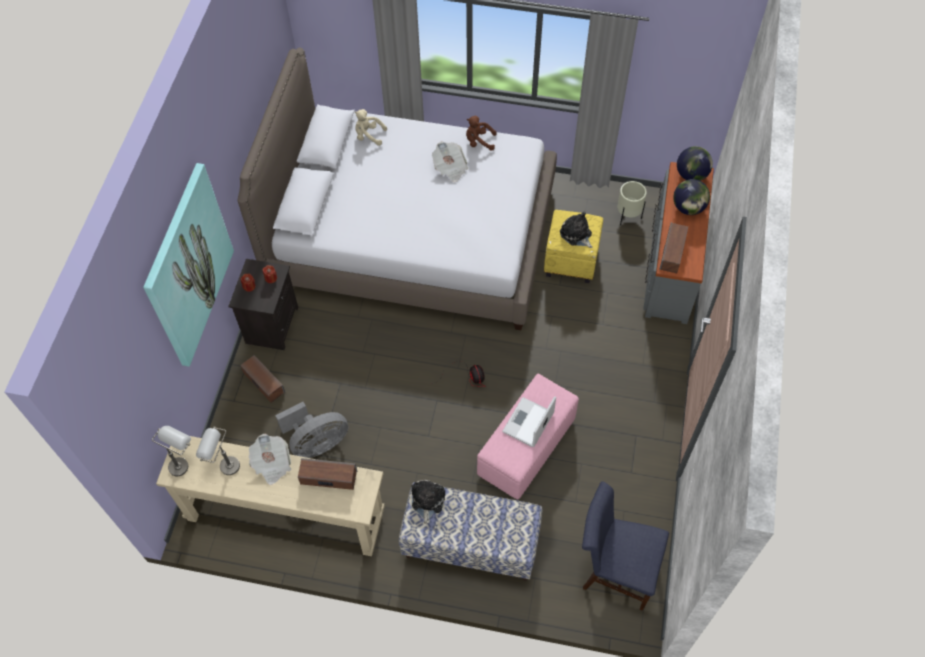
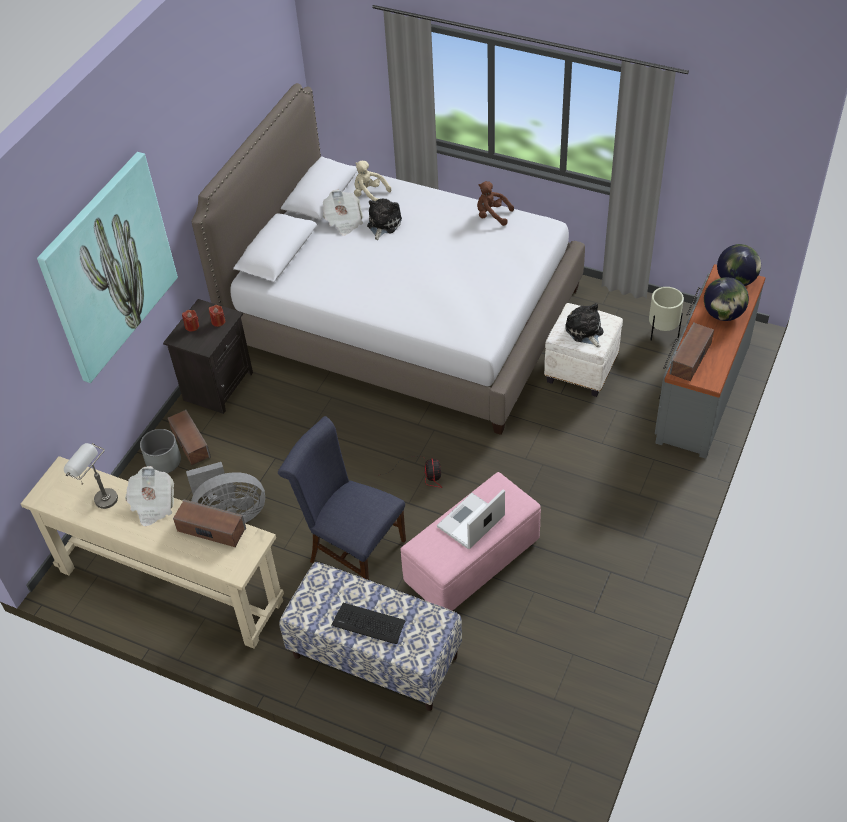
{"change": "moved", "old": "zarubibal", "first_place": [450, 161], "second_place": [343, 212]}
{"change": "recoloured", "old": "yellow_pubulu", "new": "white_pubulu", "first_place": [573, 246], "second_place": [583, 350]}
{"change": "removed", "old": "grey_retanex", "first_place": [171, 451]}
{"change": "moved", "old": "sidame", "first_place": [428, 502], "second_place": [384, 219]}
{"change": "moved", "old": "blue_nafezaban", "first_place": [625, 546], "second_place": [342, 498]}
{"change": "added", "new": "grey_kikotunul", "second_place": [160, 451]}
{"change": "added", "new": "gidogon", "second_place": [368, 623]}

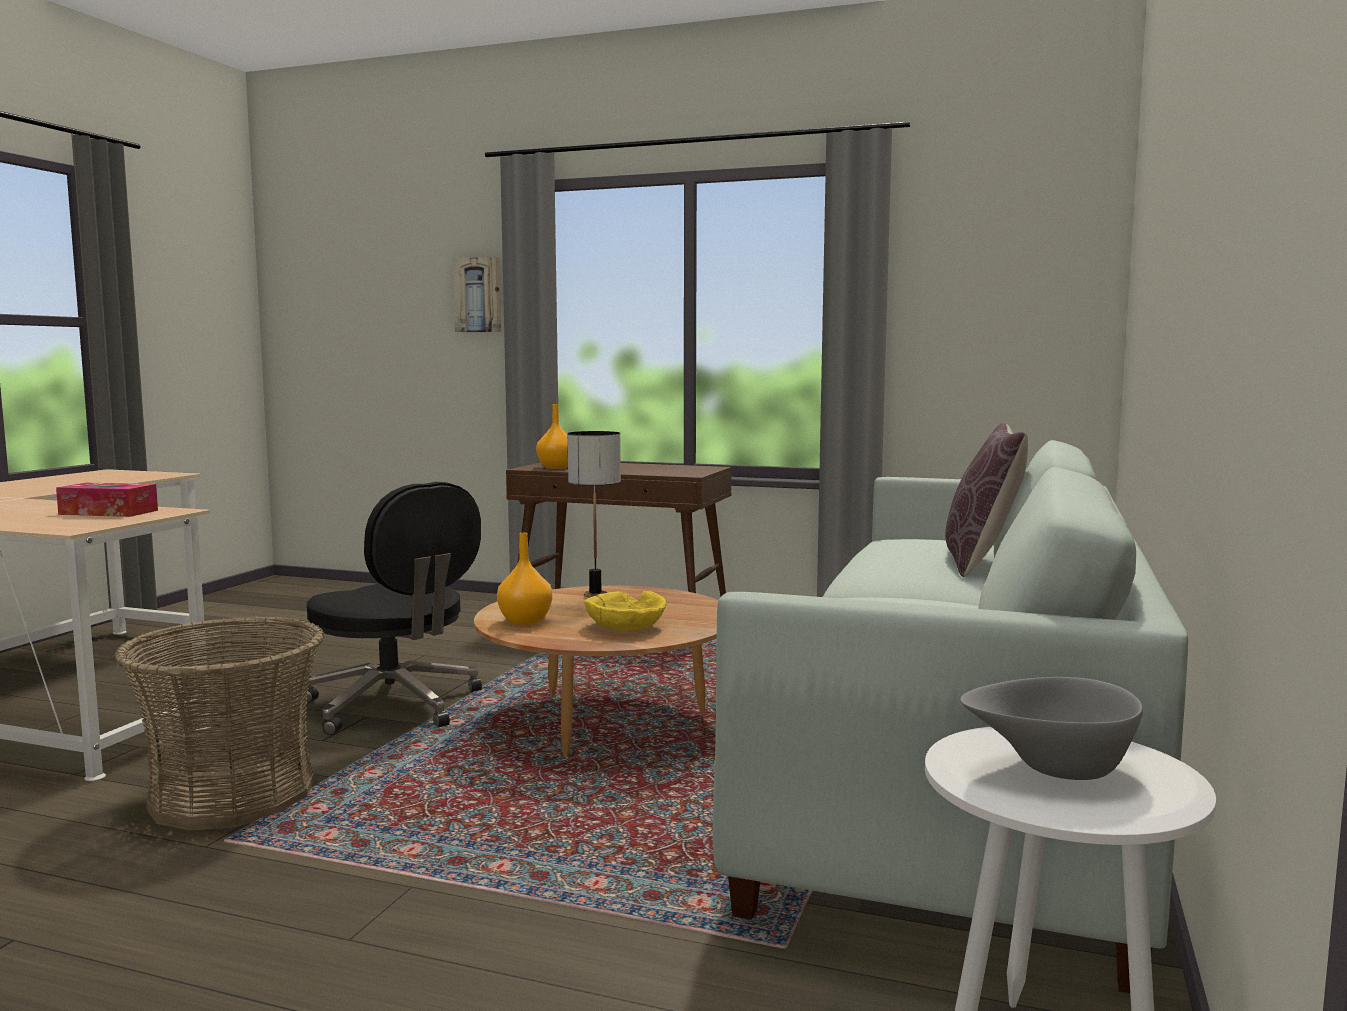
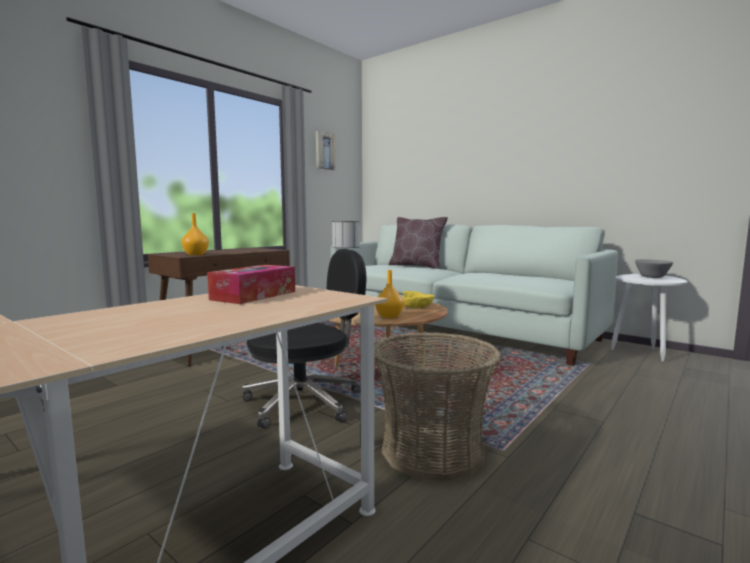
{"change": "moved", "old": "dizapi", "first_place": [477, 294], "second_place": [326, 150]}

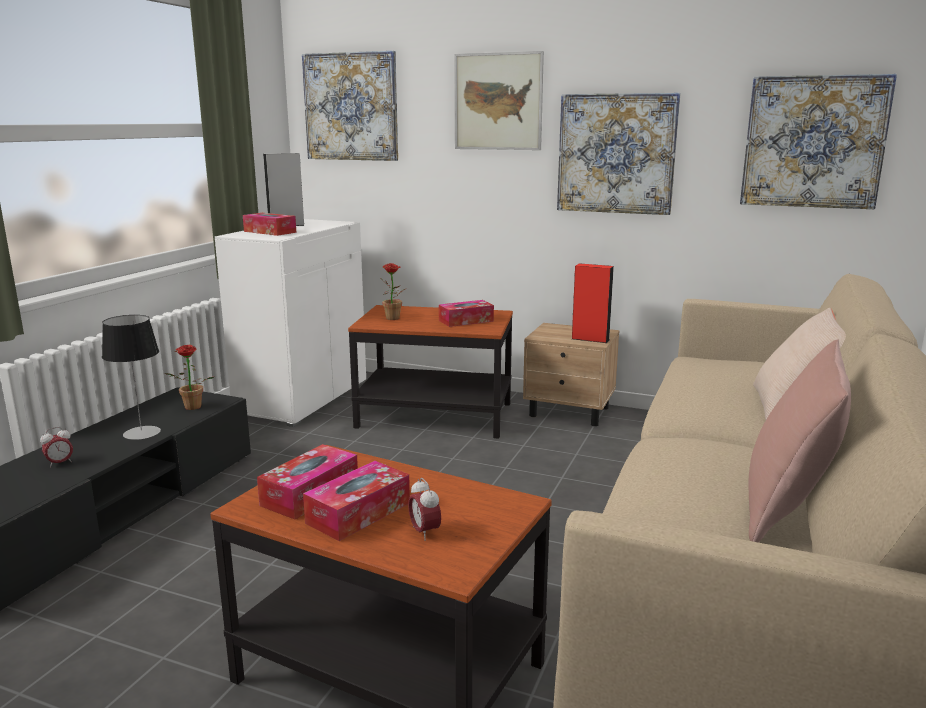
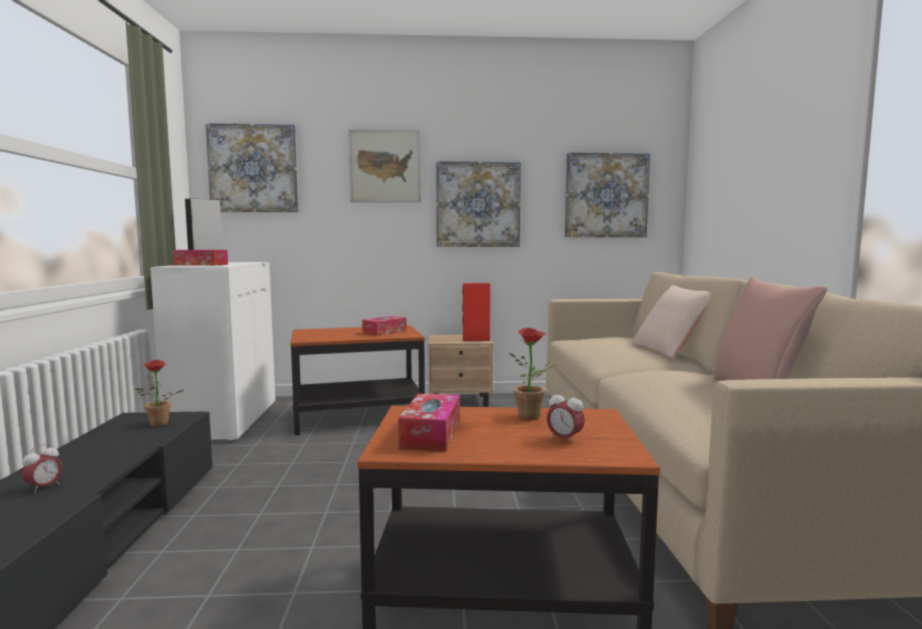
{"change": "moved", "old": "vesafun", "first_place": [392, 291], "second_place": [533, 374]}
{"change": "removed", "old": "retanex", "first_place": [131, 377]}
{"change": "removed", "old": "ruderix", "first_place": [356, 501]}

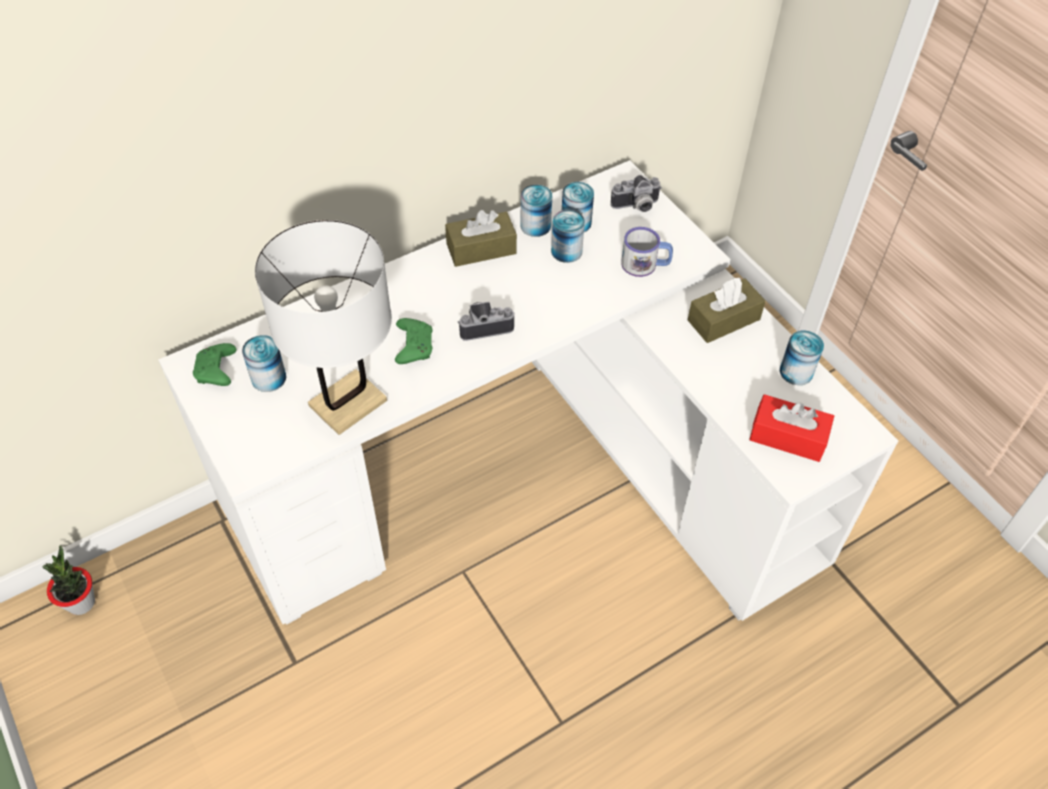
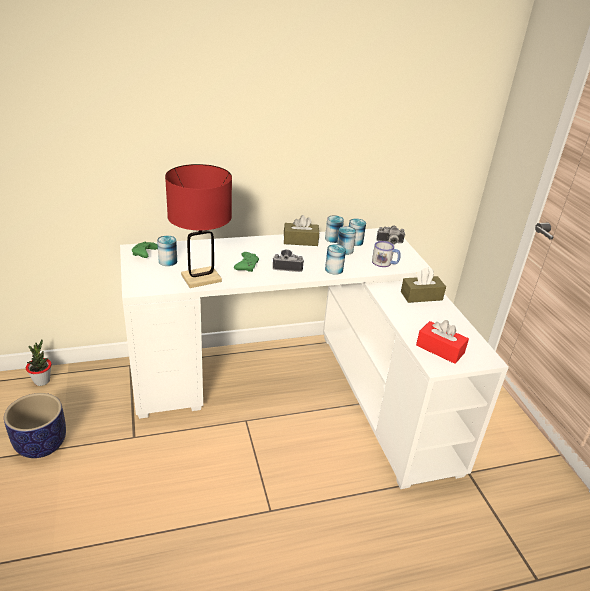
{"change": "recoloured", "old": "white_retanex", "new": "red_retanex", "first_place": [323, 327], "second_place": [198, 226]}
{"change": "moved", "old": "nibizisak", "first_place": [802, 357], "second_place": [335, 259]}
{"change": "added", "new": "kikotunul", "second_place": [35, 425]}

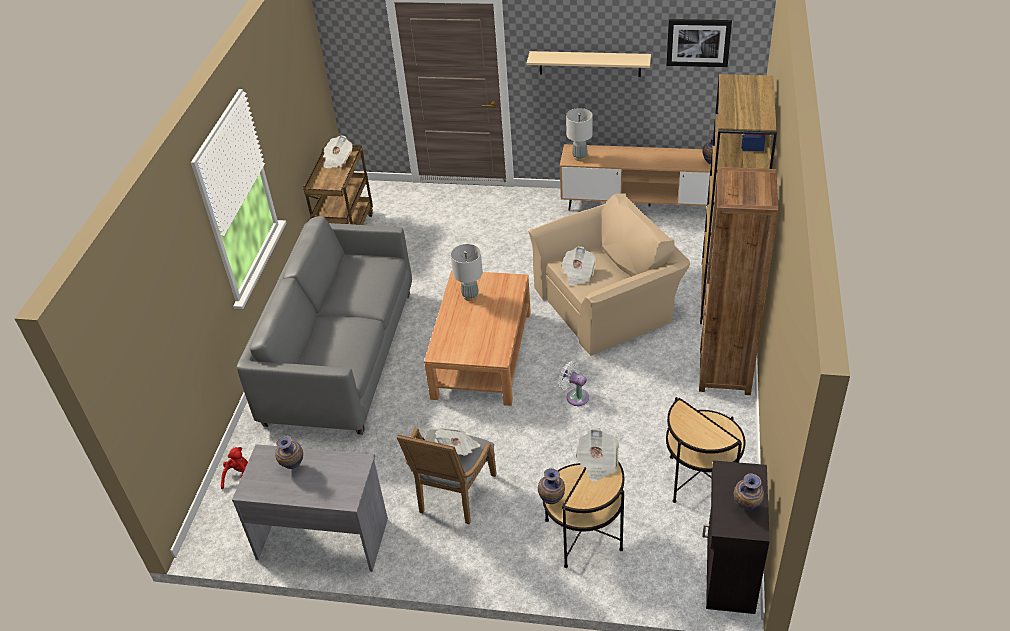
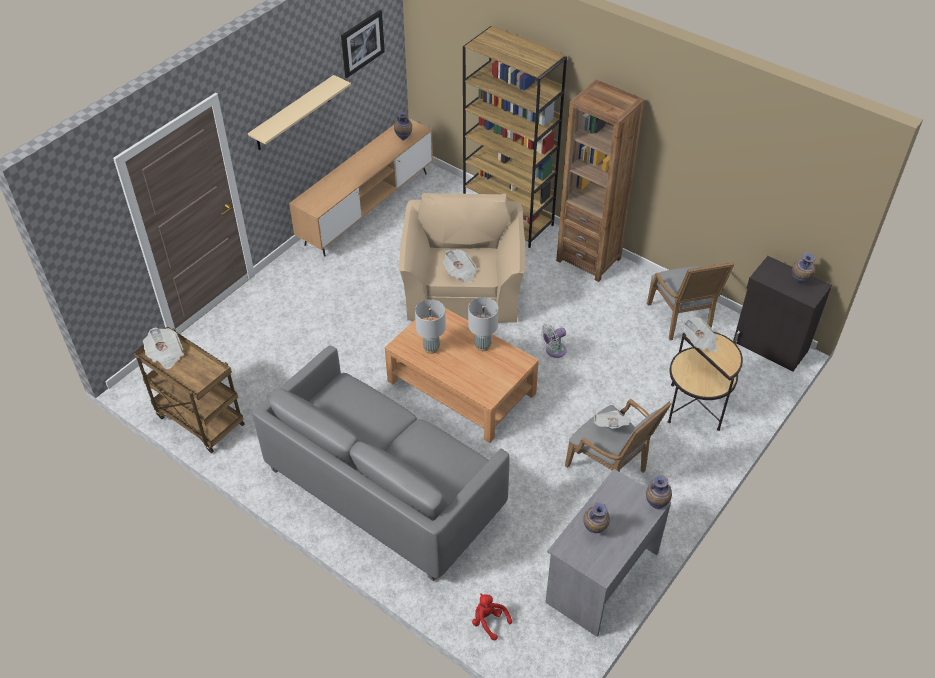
{"change": "moved", "old": "grey_retanex", "first_place": [579, 134], "second_place": [483, 324]}
{"change": "replaced", "old": "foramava", "new": "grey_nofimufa", "first_place": [705, 450], "second_place": [691, 301]}
{"change": "moved", "old": "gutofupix", "first_place": [551, 486], "second_place": [659, 492]}

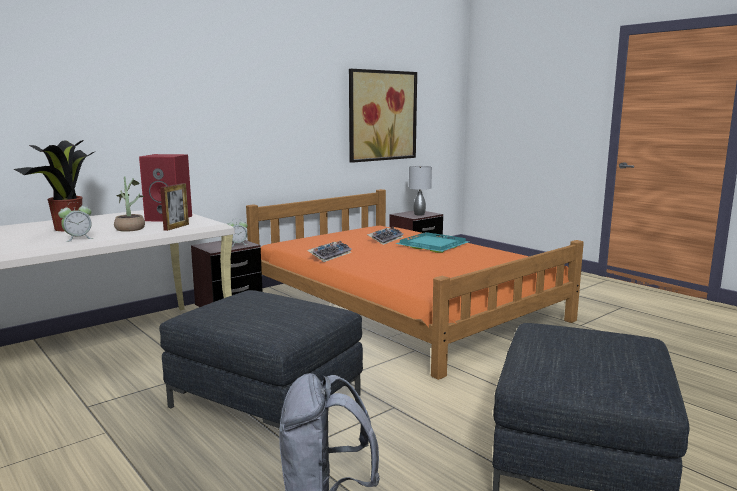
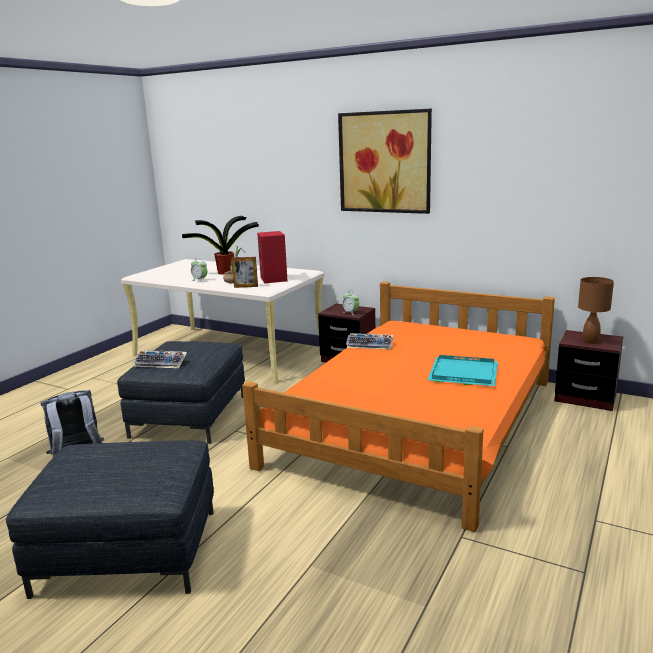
{"change": "moved", "old": "dizapi", "first_place": [383, 116], "second_place": [385, 161]}
{"change": "recoloured", "old": "grey_retanex", "new": "brown_retanex", "first_place": [420, 191], "second_place": [596, 310]}
{"change": "moved", "old": "gidogon", "first_place": [385, 236], "second_place": [160, 359]}

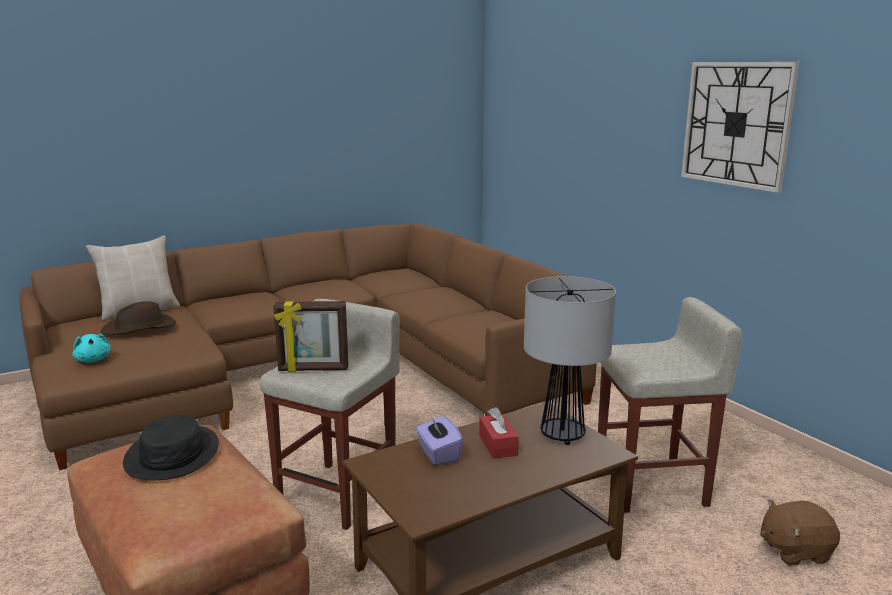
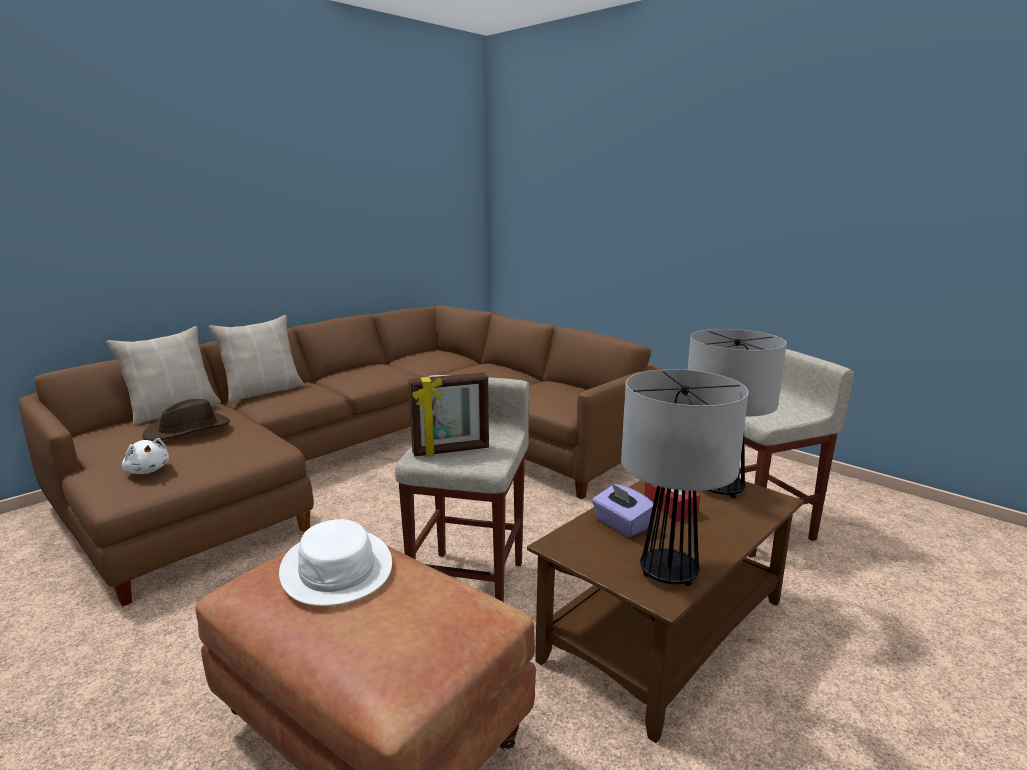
{"change": "removed", "old": "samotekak", "first_place": [740, 127]}
{"change": "recoloured", "old": "turquoise_sidame", "new": "white_sidame", "first_place": [91, 348], "second_place": [145, 456]}
{"change": "recoloured", "old": "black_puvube", "new": "white_puvube", "first_place": [171, 447], "second_place": [335, 562]}
{"change": "removed", "old": "brown_sidame", "first_place": [800, 532]}
{"change": "added", "new": "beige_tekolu", "second_place": [256, 359]}
{"change": "added", "new": "retanex", "second_place": [685, 477]}

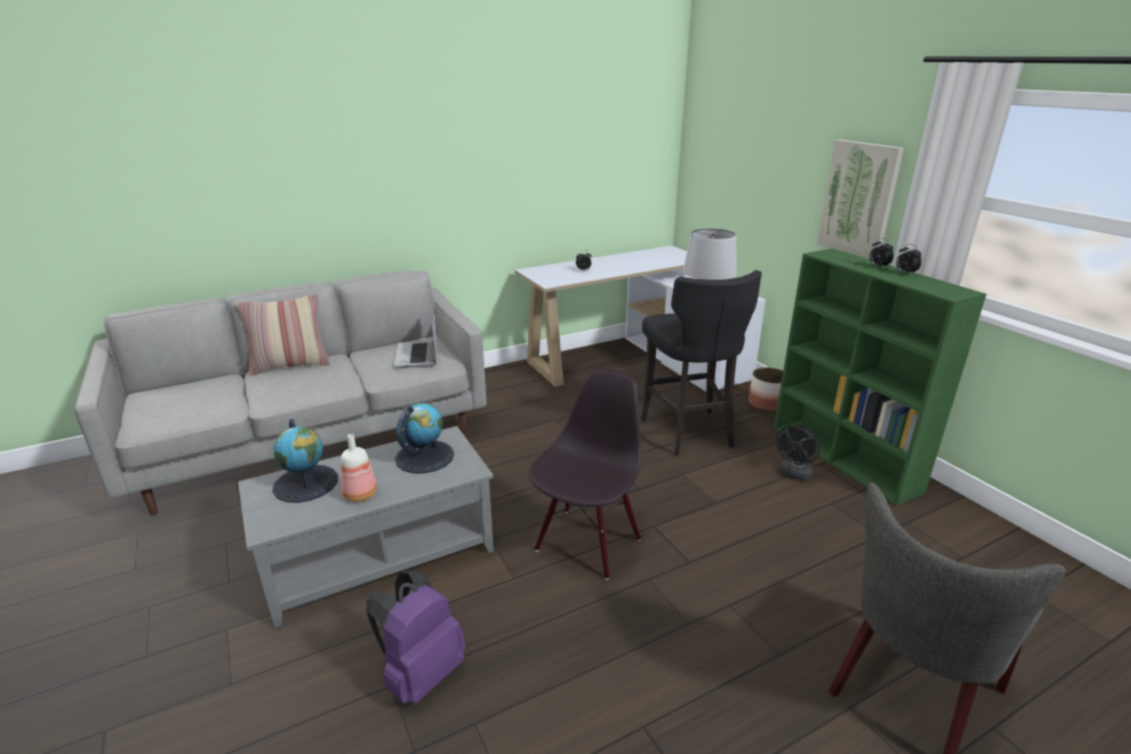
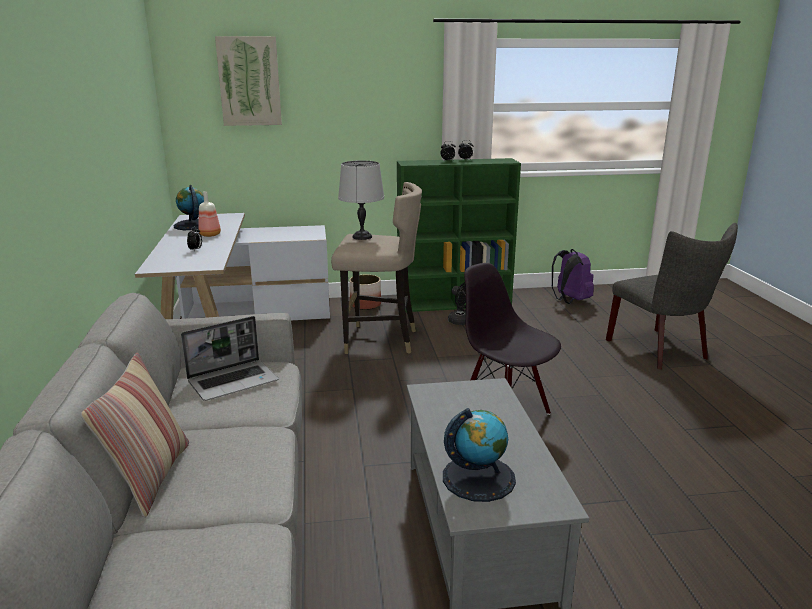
{"change": "moved", "old": "dizapi", "first_place": [860, 199], "second_place": [248, 81]}
{"change": "recoloured", "old": "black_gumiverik", "new": "beige_gumiverik", "first_place": [702, 363], "second_place": [376, 268]}
{"change": "turned", "old": "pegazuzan", "first_place": [415, 337], "second_place": [229, 358], "degrees": -45}
{"change": "moved", "old": "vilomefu", "first_place": [424, 438], "second_place": [188, 207]}
{"change": "moved", "old": "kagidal", "first_place": [359, 468], "second_place": [209, 214]}
{"change": "moved", "old": "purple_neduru", "first_place": [415, 637], "second_place": [573, 276]}

